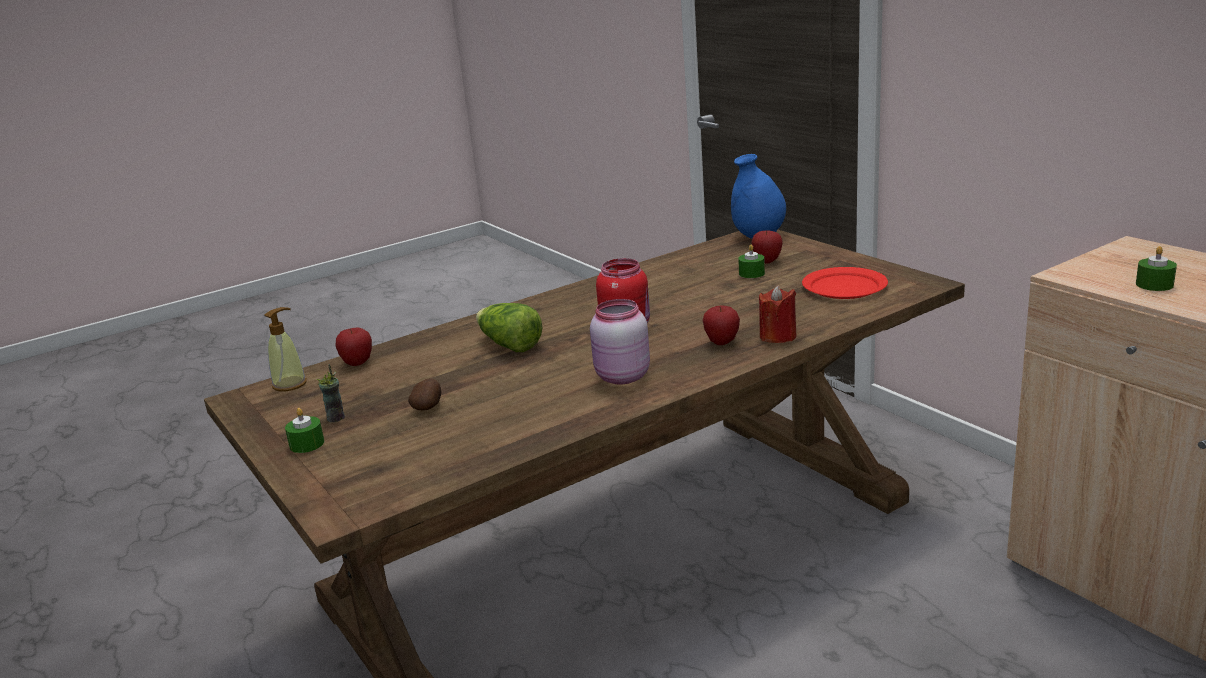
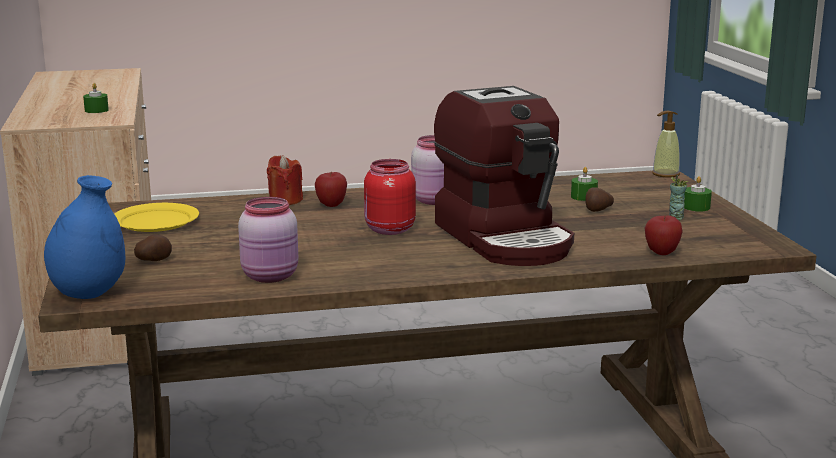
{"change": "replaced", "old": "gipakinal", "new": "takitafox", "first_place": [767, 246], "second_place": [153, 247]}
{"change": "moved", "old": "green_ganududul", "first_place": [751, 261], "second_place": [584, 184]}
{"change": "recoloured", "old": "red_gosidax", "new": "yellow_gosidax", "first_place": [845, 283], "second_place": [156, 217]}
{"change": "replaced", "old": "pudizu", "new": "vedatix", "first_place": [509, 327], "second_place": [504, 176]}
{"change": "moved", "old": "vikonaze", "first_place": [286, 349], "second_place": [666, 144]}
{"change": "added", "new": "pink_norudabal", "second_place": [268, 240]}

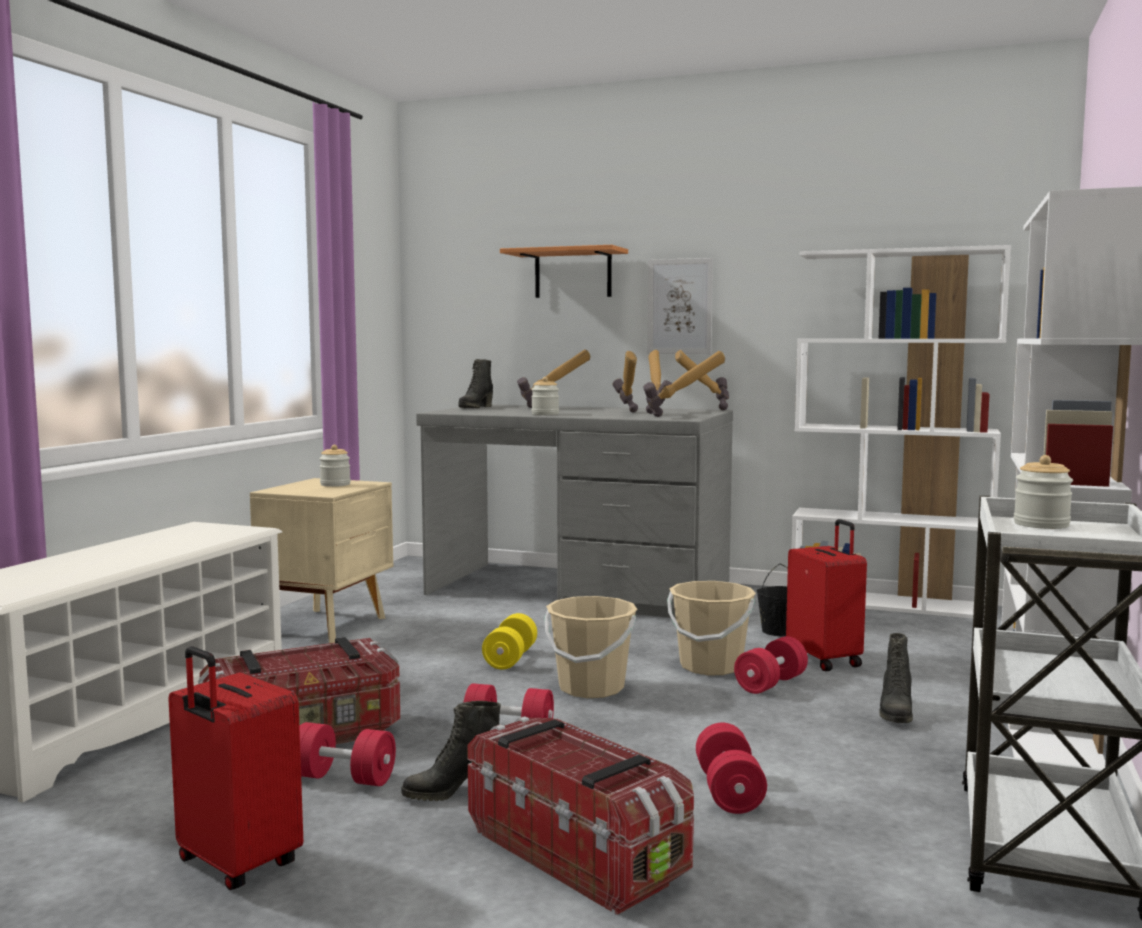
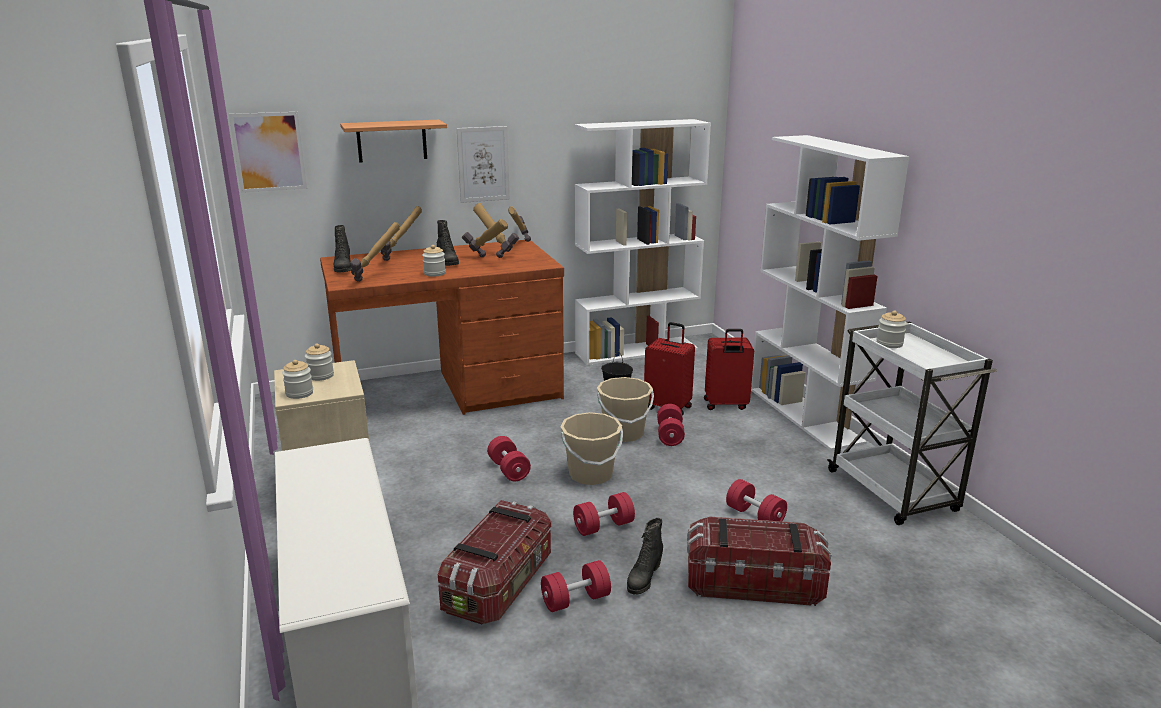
{"change": "moved", "old": "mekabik", "first_place": [684, 384], "second_place": [375, 252]}
{"change": "recoloured", "old": "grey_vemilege", "new": "brown_vemilege", "first_place": [574, 511], "second_place": [442, 327]}
{"change": "recoloured", "old": "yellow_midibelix", "new": "red_midibelix", "first_place": [509, 641], "second_place": [509, 459]}
{"change": "moved", "old": "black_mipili", "first_place": [896, 678], "second_place": [448, 243]}
{"change": "moved", "old": "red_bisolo", "first_place": [235, 768], "second_place": [729, 369]}
{"change": "added", "new": "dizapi", "second_place": [268, 152]}
{"change": "added", "new": "norudabal", "second_place": [297, 379]}

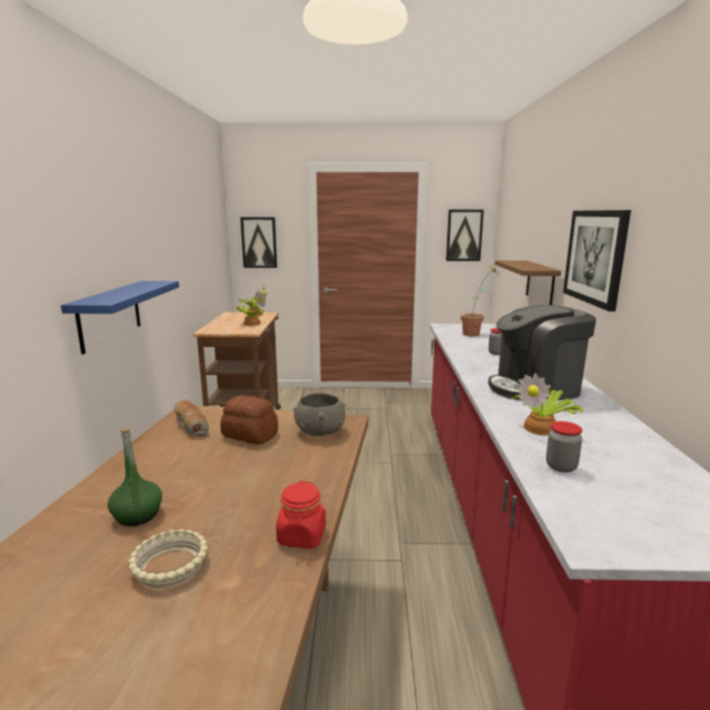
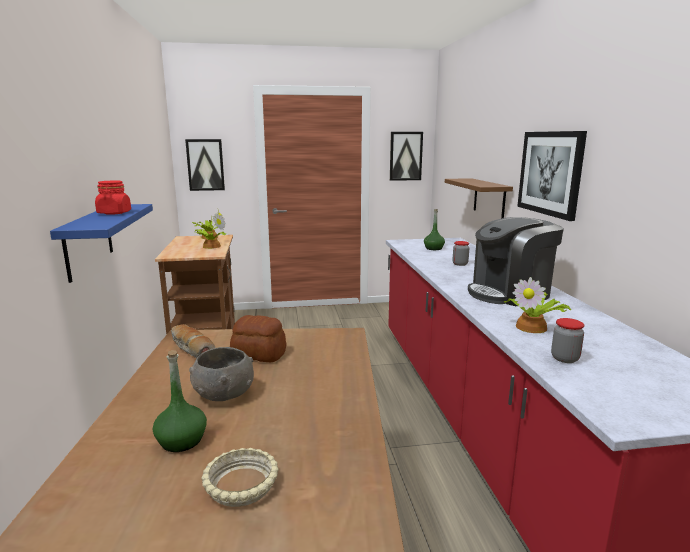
{"change": "replaced", "old": "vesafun", "new": "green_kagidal", "first_place": [480, 300], "second_place": [434, 229]}
{"change": "moved", "old": "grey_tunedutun", "first_place": [320, 414], "second_place": [221, 374]}
{"change": "moved", "old": "red_norudabal", "first_place": [301, 514], "second_place": [113, 197]}

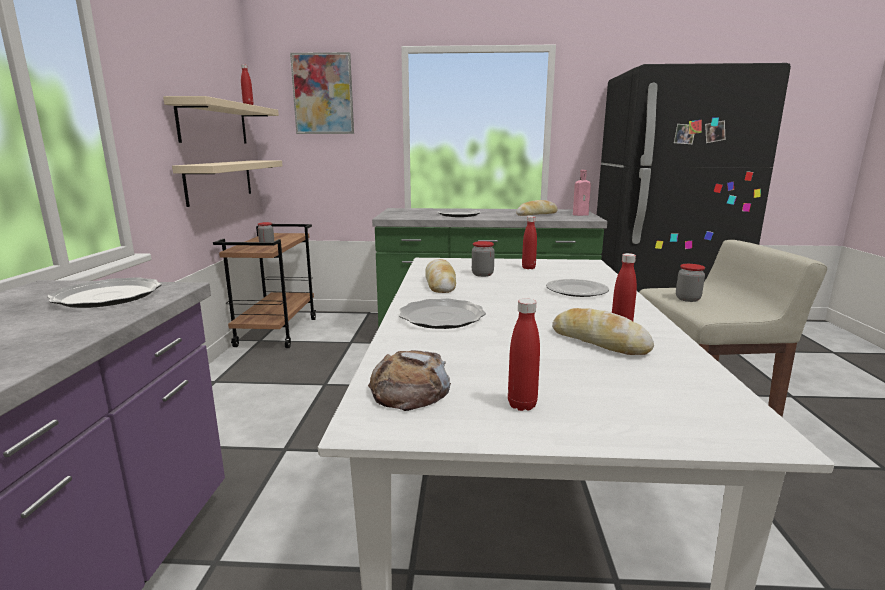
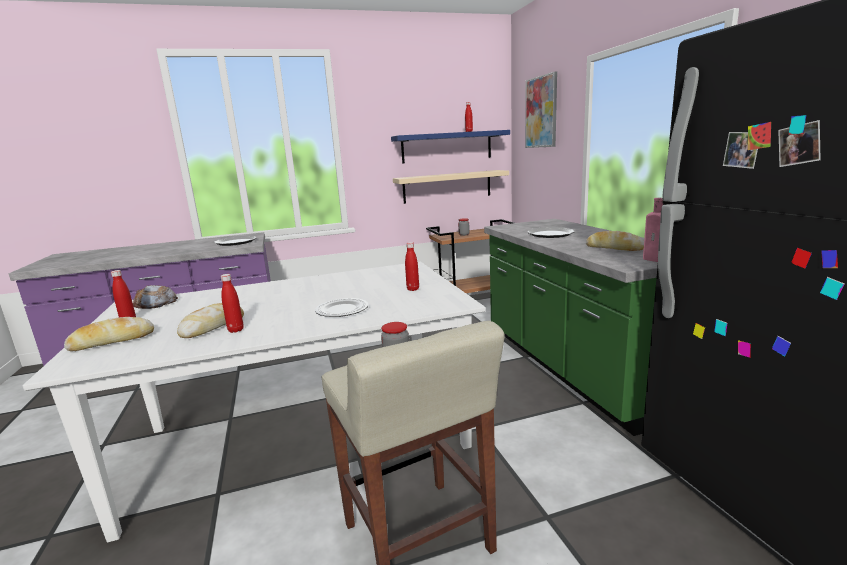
{"change": "recoloured", "old": "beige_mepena", "new": "blue_mepena", "first_place": [221, 120], "second_place": [450, 147]}
{"change": "removed", "old": "norudabal", "first_place": [483, 259]}
{"change": "moved", "old": "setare", "first_place": [440, 276], "second_place": [109, 334]}
{"change": "removed", "old": "gosidax", "first_place": [442, 313]}

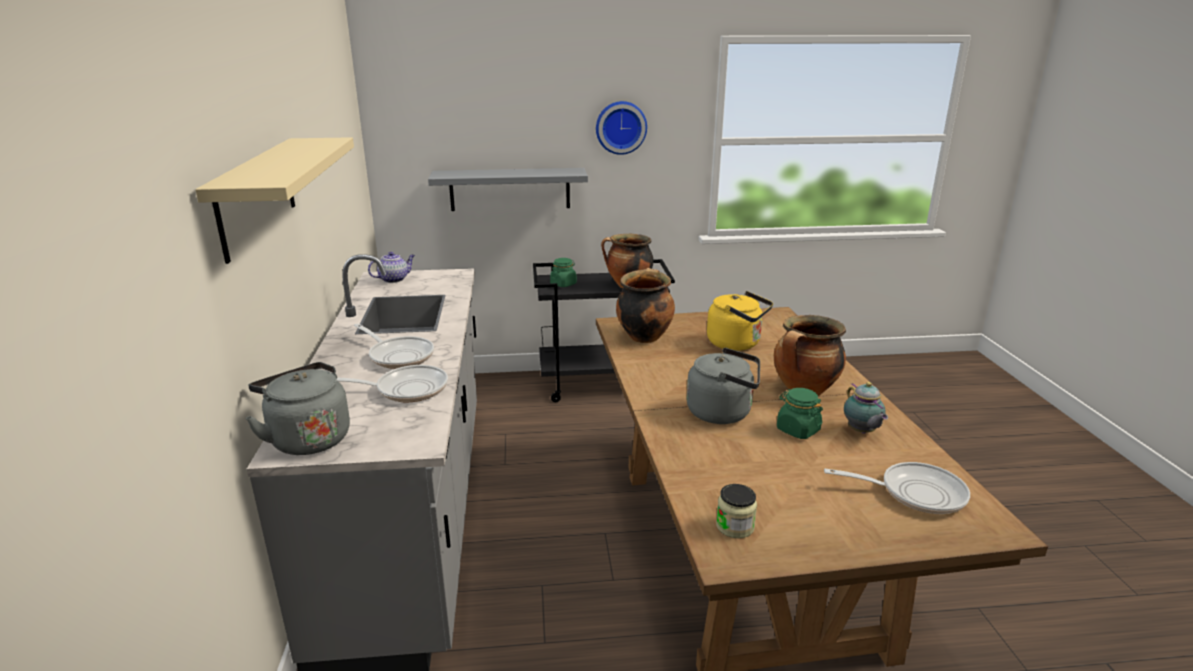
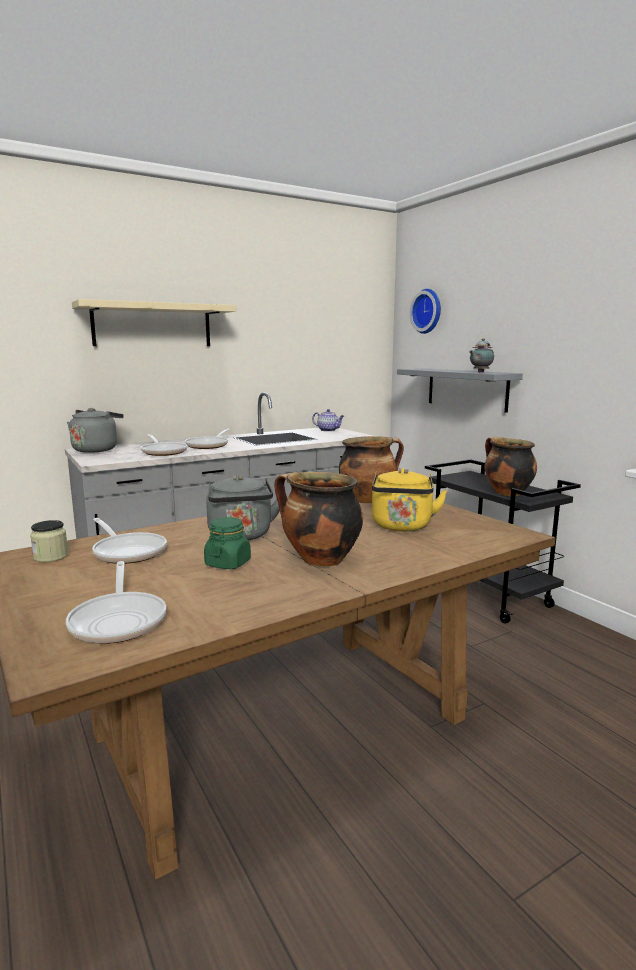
{"change": "moved", "old": "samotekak", "first_place": [621, 128], "second_place": [425, 311]}
{"change": "removed", "old": "green_norudabal", "first_place": [563, 272]}
{"change": "moved", "old": "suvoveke", "first_place": [866, 408], "second_place": [481, 355]}
{"change": "added", "new": "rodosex", "second_place": [129, 541]}

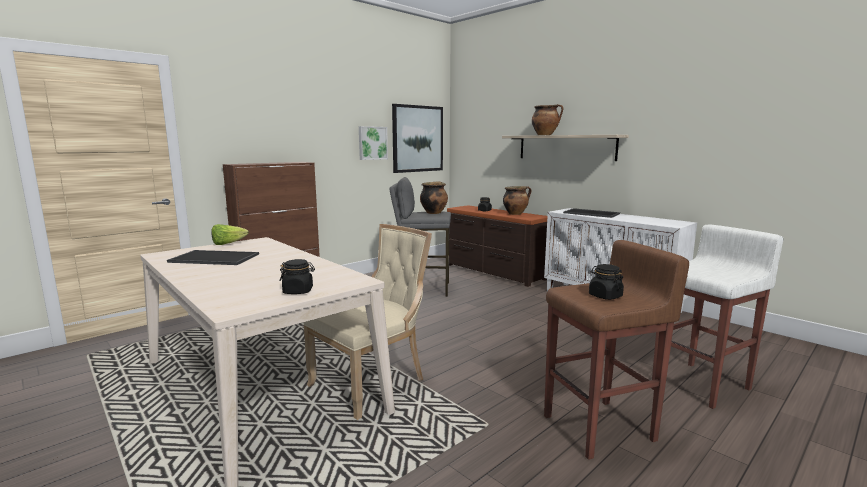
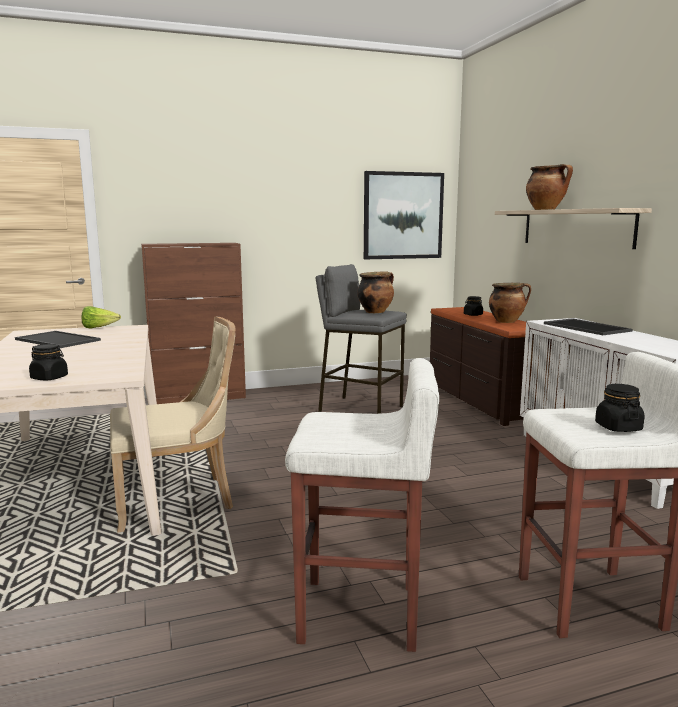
{"change": "removed", "old": "dizapi", "first_place": [373, 143]}
{"change": "recoloured", "old": "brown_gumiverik", "new": "white_gumiverik", "first_place": [616, 350], "second_place": [362, 505]}
{"change": "moved", "old": "black_norudabal", "first_place": [606, 282], "second_place": [619, 408]}

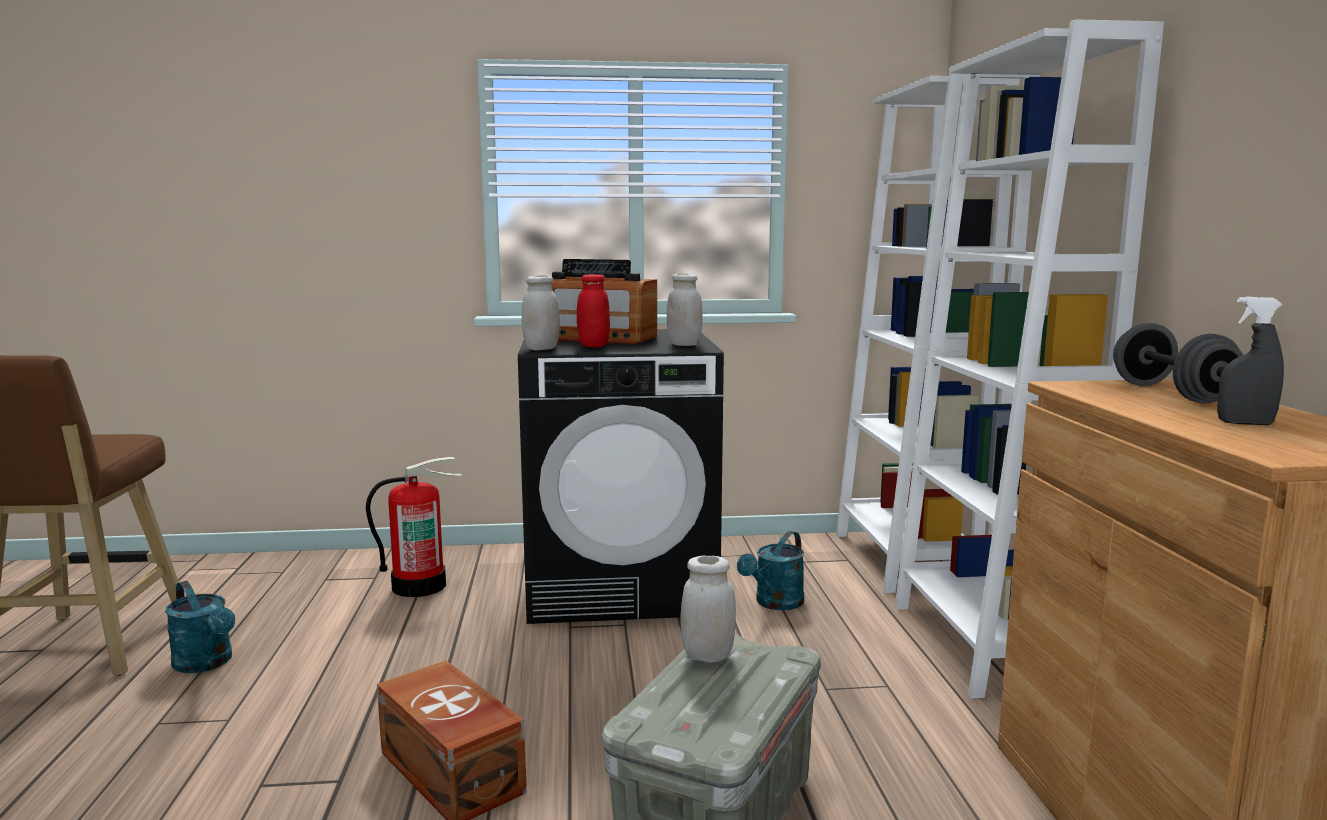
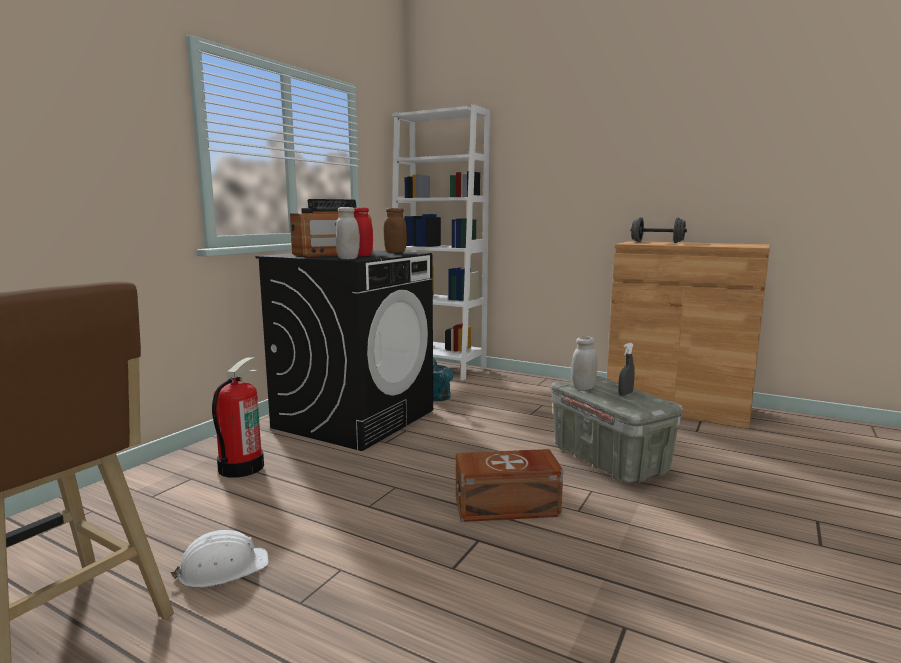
{"change": "removed", "old": "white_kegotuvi", "first_place": [1029, 359]}
{"change": "recoloured", "old": "white_norudabal", "new": "brown_norudabal", "first_place": [685, 309], "second_place": [395, 230]}
{"change": "moved", "old": "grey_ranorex", "first_place": [1250, 360], "second_place": [626, 369]}
{"change": "replaced", "old": "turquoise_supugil", "new": "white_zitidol", "first_place": [200, 627], "second_place": [220, 559]}

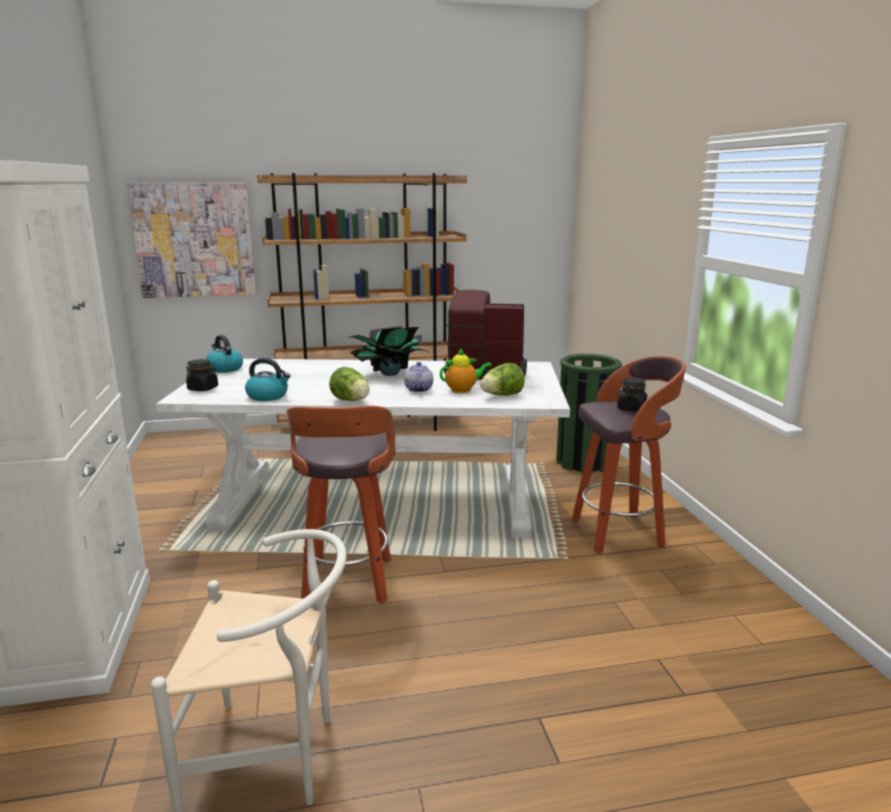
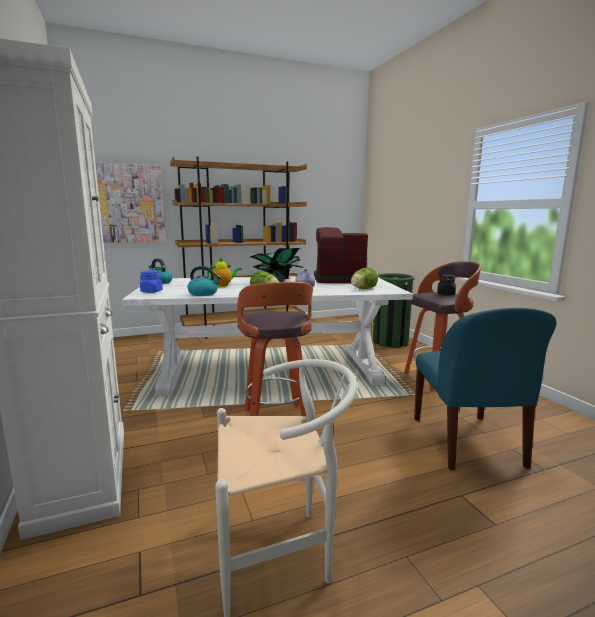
{"change": "moved", "old": "suvoveke", "first_place": [466, 370], "second_place": [224, 272]}
{"change": "recoloured", "old": "black_norudabal", "new": "blue_norudabal", "first_place": [202, 375], "second_place": [151, 282]}
{"change": "added", "new": "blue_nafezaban", "second_place": [485, 389]}

